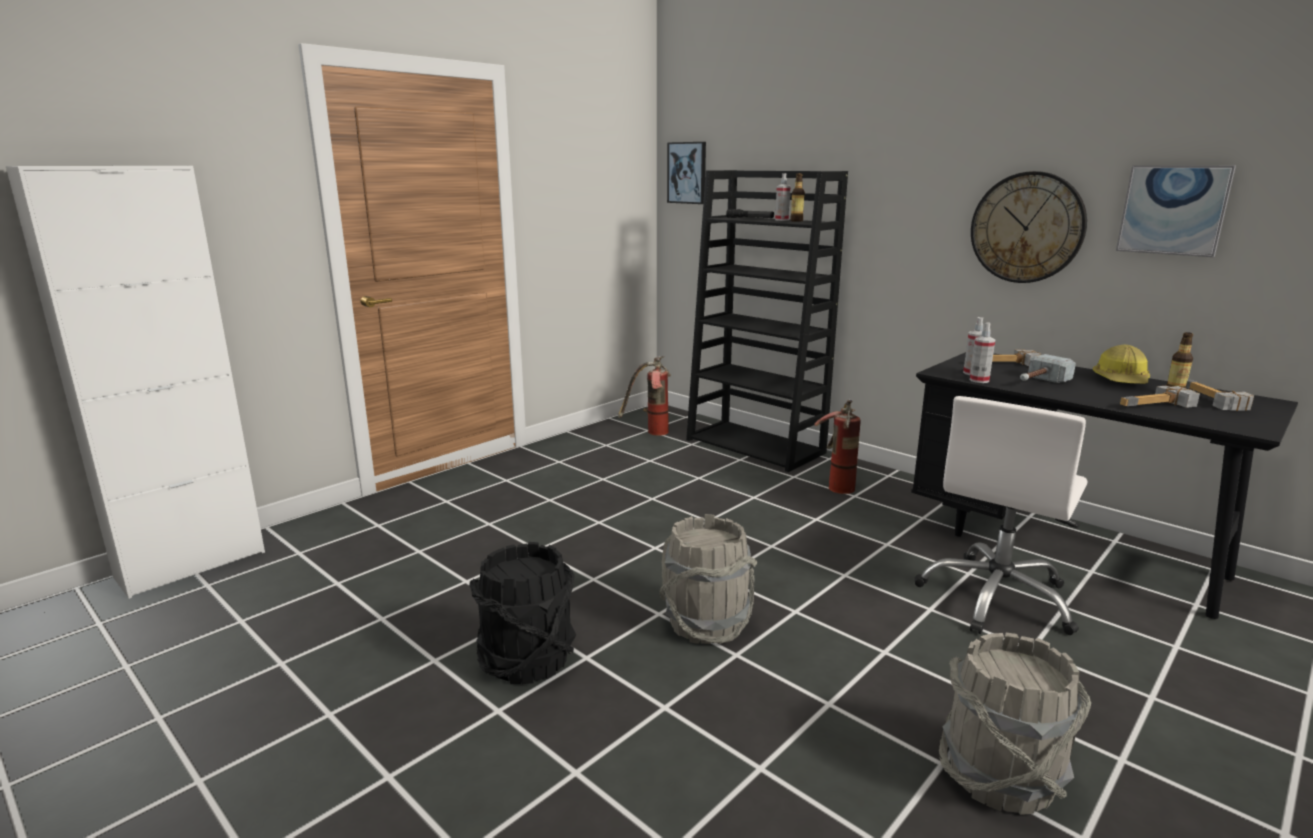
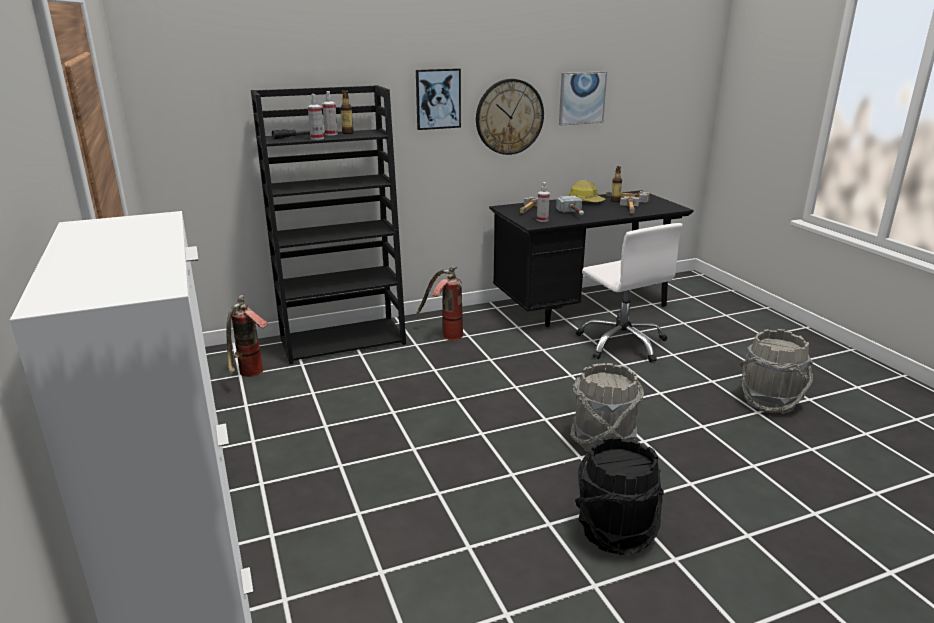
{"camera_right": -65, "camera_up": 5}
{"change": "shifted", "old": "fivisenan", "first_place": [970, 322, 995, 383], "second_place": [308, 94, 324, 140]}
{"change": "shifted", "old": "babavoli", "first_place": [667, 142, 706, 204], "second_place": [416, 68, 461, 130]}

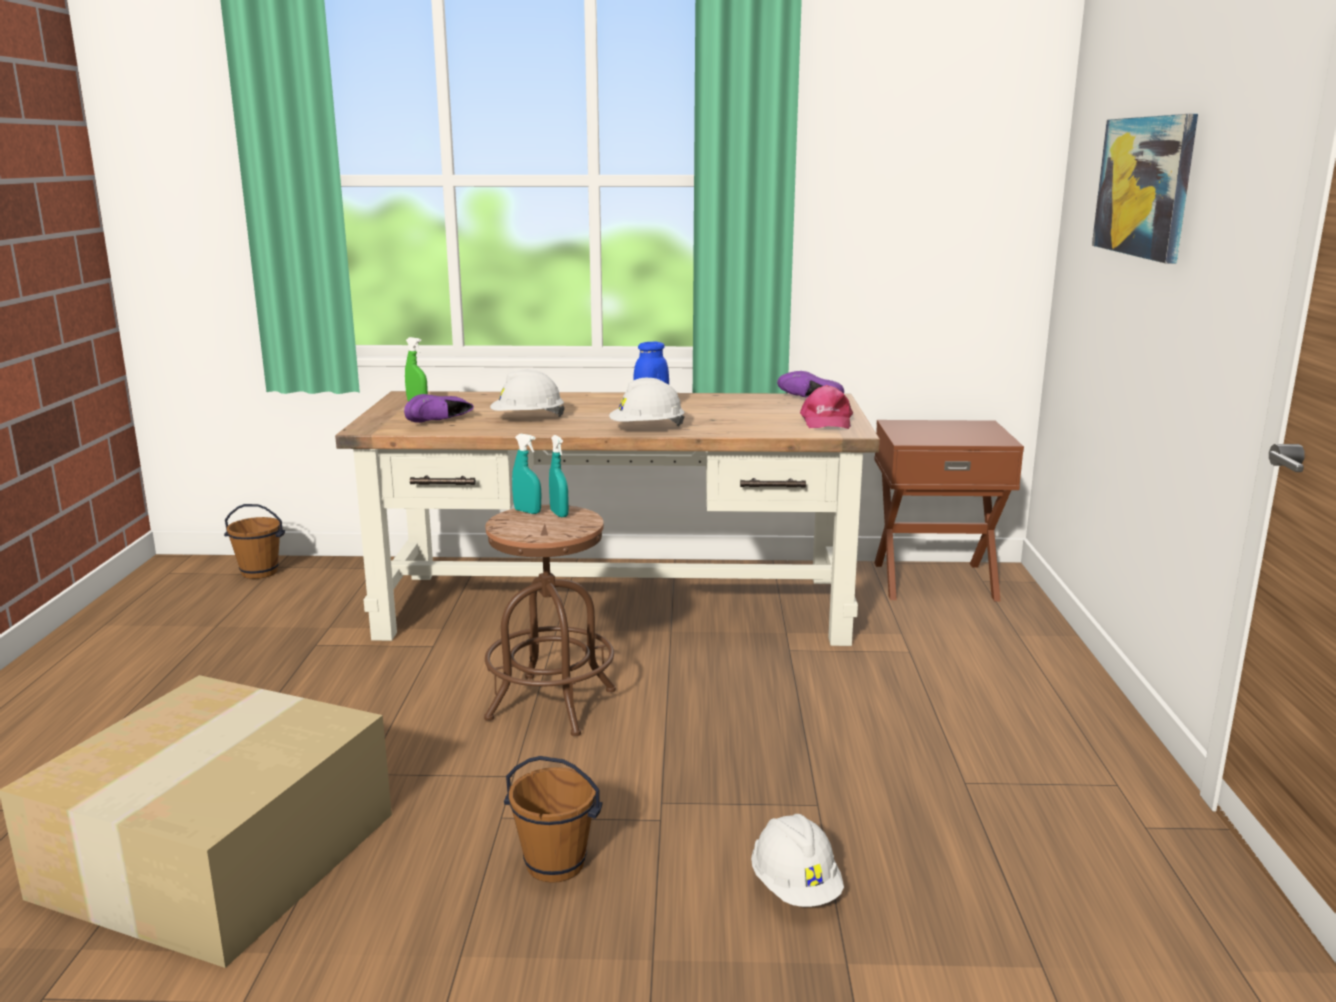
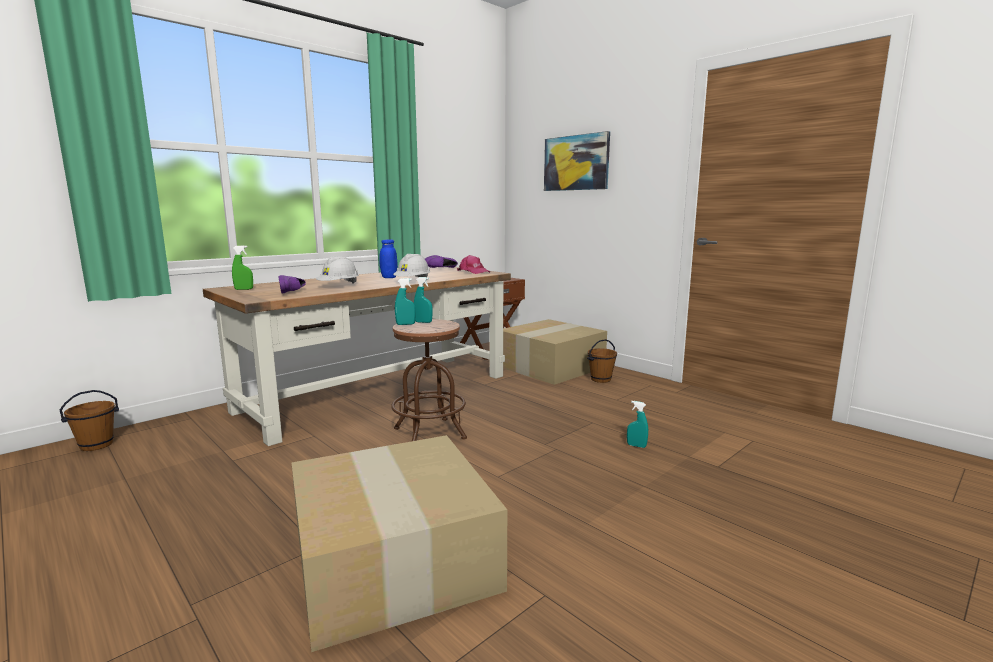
{"camera_right": -45, "camera_up": -5}
{"change": "new", "new": "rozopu", "second_place": [503, 319, 607, 385]}
{"change": "shifted", "old": "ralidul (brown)", "first_place": [504, 756, 603, 883], "second_place": [587, 339, 617, 383]}
{"change": "swapped", "old": "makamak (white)", "new": "fivisenan (turquoise)", "first_place": [751, 814, 844, 907], "second_place": [627, 401, 648, 448]}

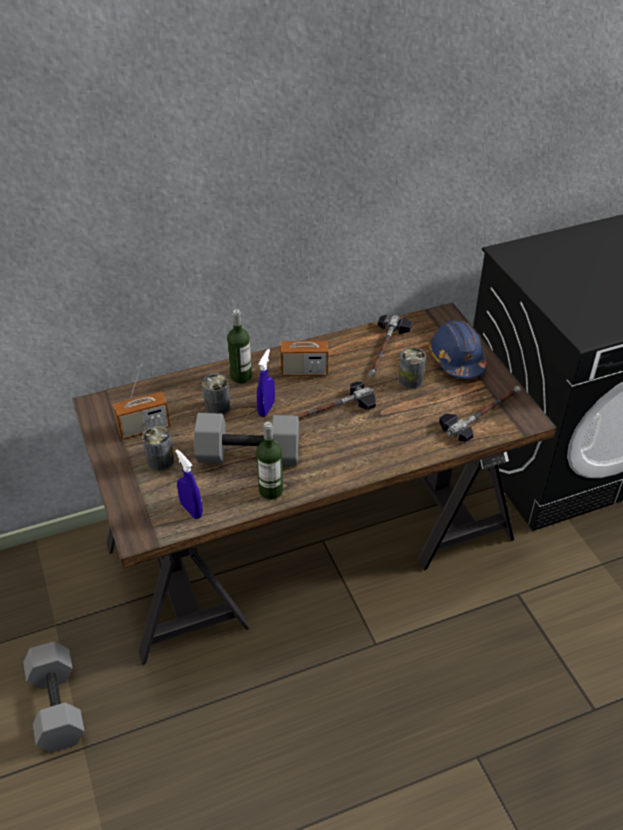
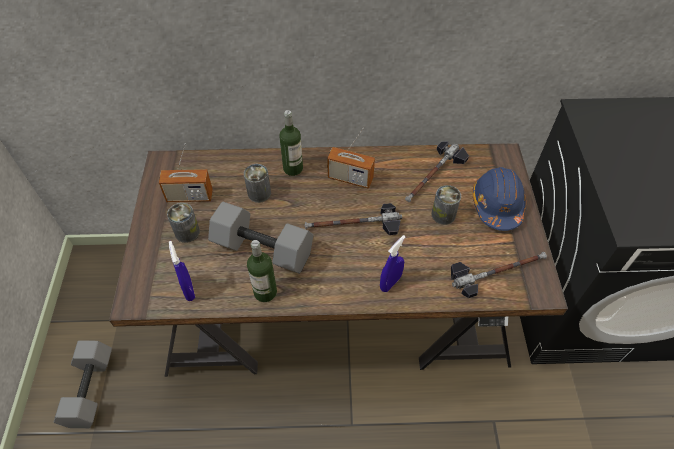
{"camera_right": 20, "camera_up": 10}
{"change": "shifted", "old": "fivisenan (blue)", "first_place": [257, 349, 275, 417], "second_place": [380, 235, 406, 292]}

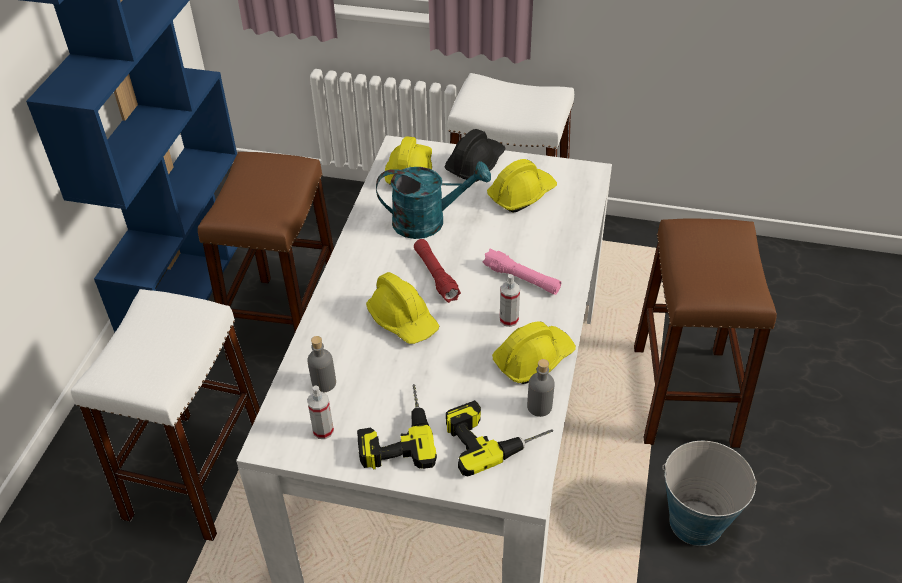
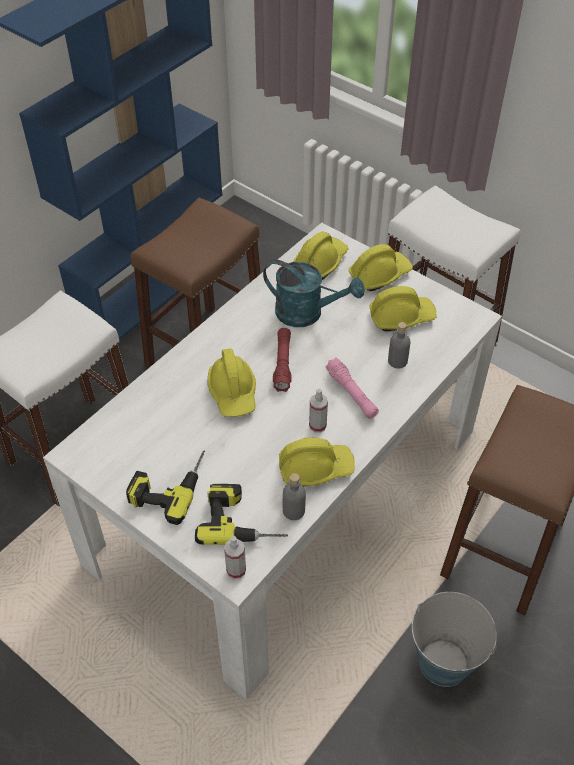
{"camera_right": 25, "camera_up": 5}
{"change": "shifted", "old": "fivisenan", "first_place": [307, 385, 334, 439], "second_place": [224, 536, 246, 579]}
{"change": "repainted", "old": "makamak (black)", "new": "makamak (yellow)", "first_place": [445, 129, 506, 182], "second_place": [349, 244, 413, 291]}
{"change": "shifted", "old": "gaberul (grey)", "first_place": [307, 336, 336, 392], "second_place": [388, 322, 410, 369]}

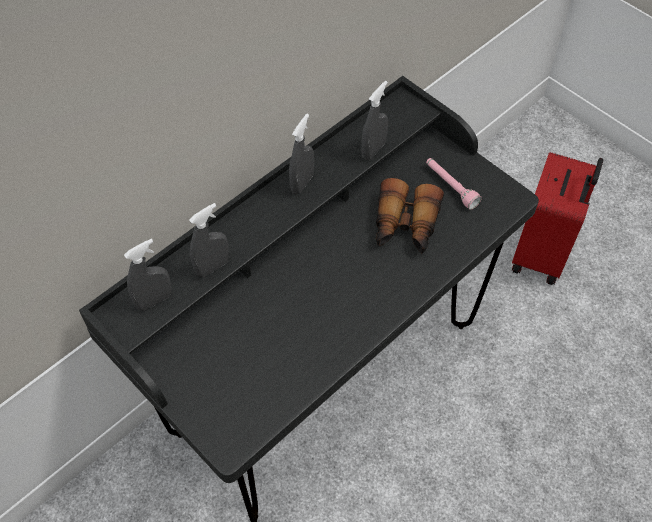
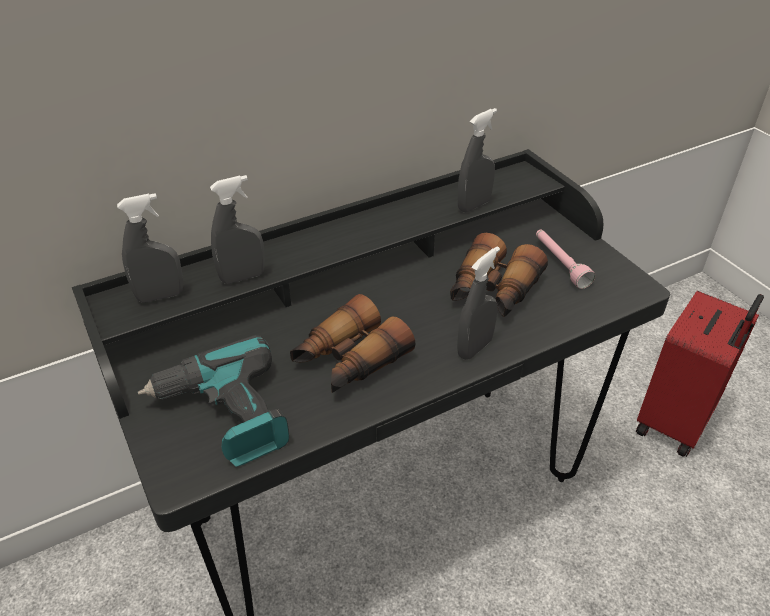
{"camera_right": 15, "camera_up": -15}
{"change": "new", "new": "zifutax", "second_place": [138, 335, 289, 467]}
{"change": "new", "new": "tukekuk", "second_place": [290, 294, 415, 393]}
{"change": "shifted", "old": "fivisenan (grey)", "first_place": [289, 114, 314, 194], "second_place": [457, 246, 500, 360]}

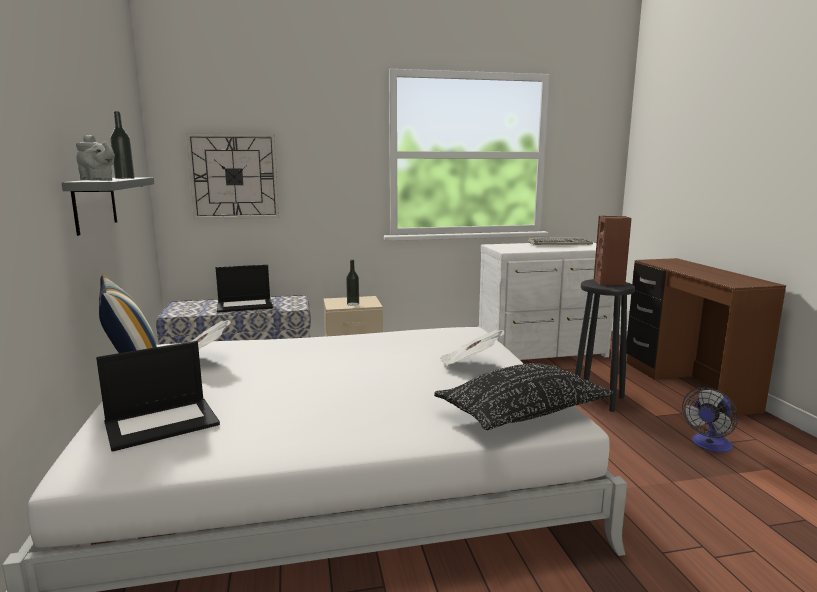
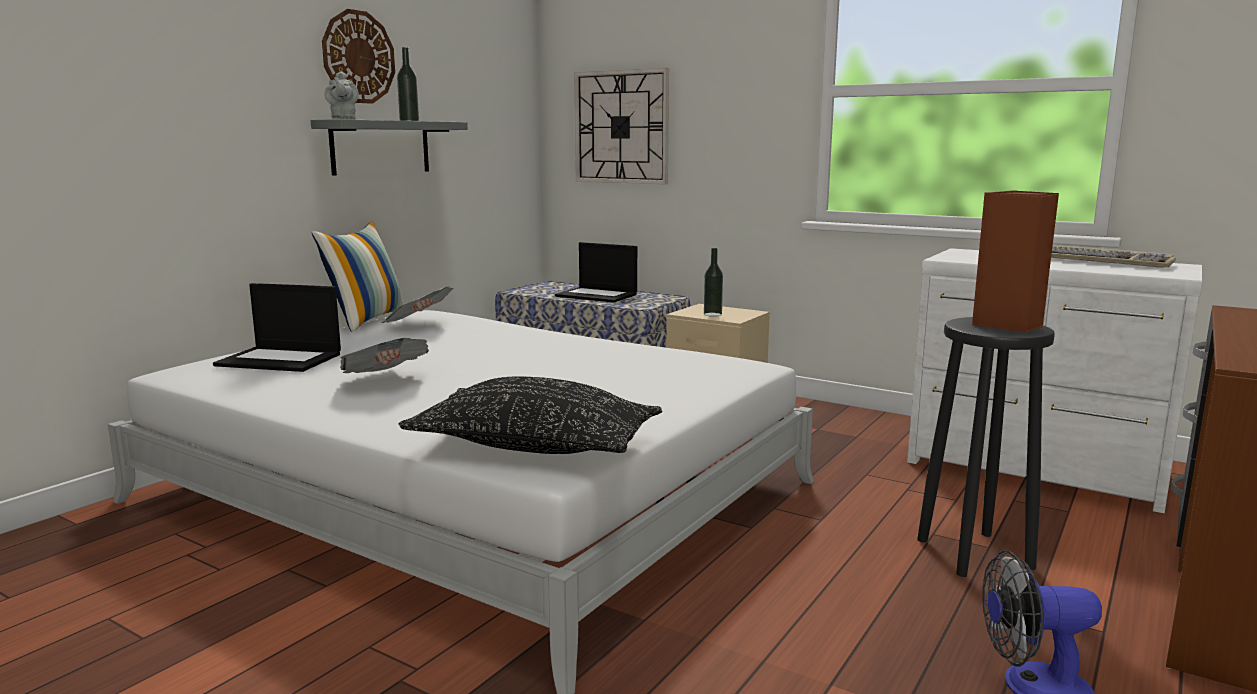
{"camera_right": 45, "camera_up": 0}
{"change": "new", "new": "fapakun", "second_place": [322, 9, 395, 104]}
{"change": "shifted", "old": "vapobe", "first_place": [440, 330, 505, 367], "second_place": [340, 338, 429, 373]}

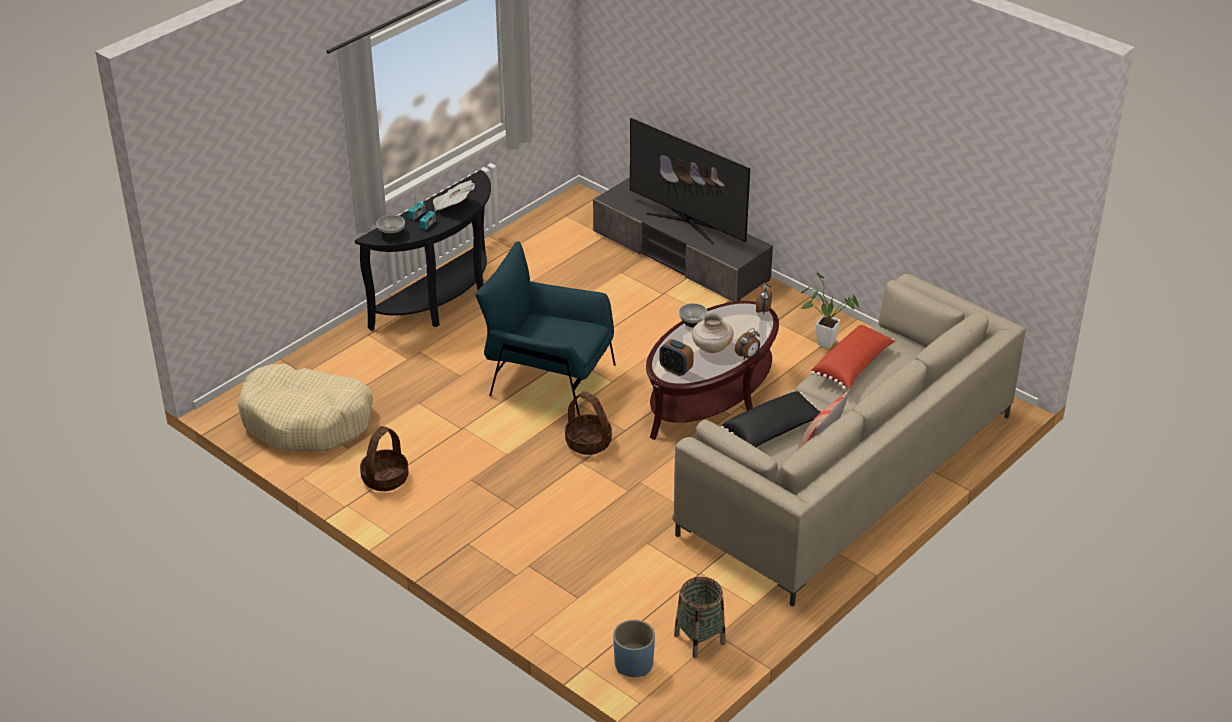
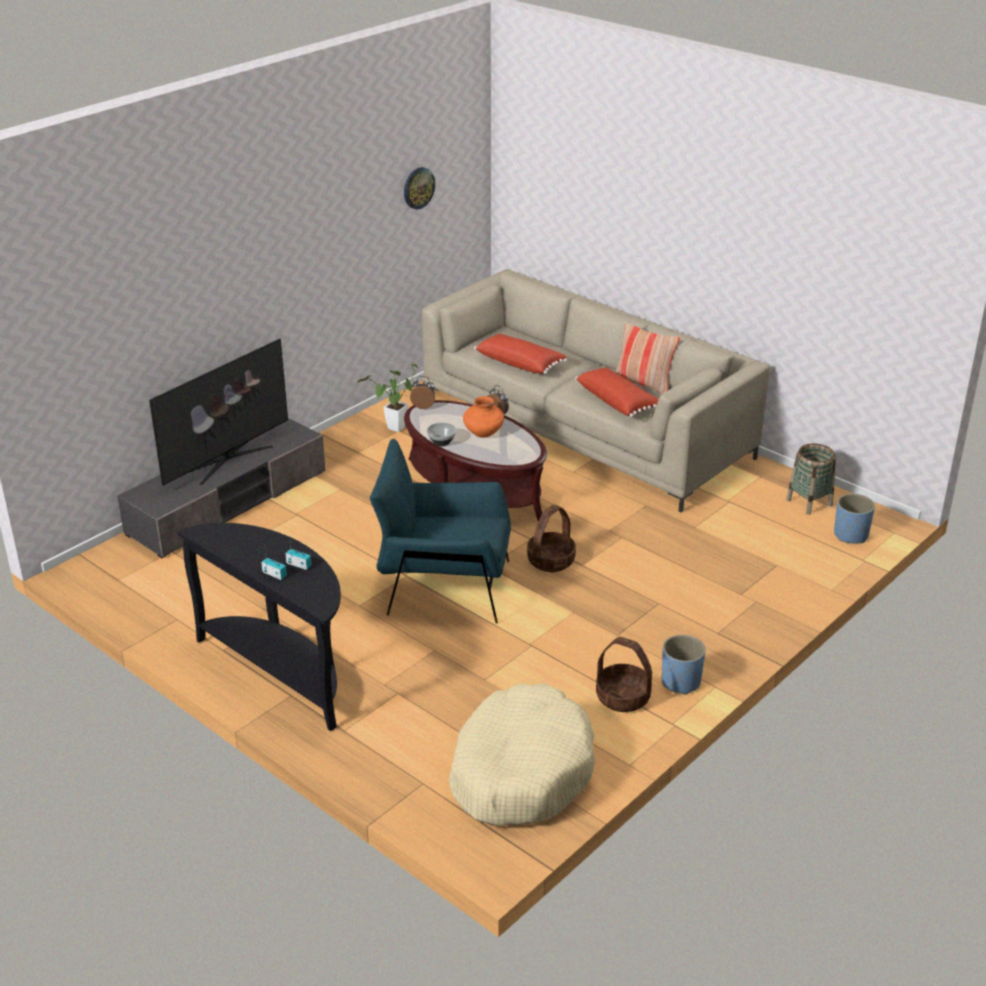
{"camera_right": -90, "camera_up": -5}
{"change": "rotated", "old": "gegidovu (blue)", "first_place": [475, 241, 616, 416], "second_place": [370, 439, 511, 624], "degrees": 75}
{"change": "new", "new": "fapakun", "second_place": [404, 167, 435, 209]}
{"change": "repainted", "old": "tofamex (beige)", "new": "tofamex (orange)", "first_place": [692, 313, 734, 353], "second_place": [463, 396, 504, 437]}
{"change": "repainted", "old": "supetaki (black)", "new": "supetaki (red)", "first_place": [721, 391, 820, 447], "second_place": [575, 368, 659, 417]}
{"change": "new", "new": "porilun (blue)", "second_place": [662, 635, 706, 695]}
{"change": "gone", "old": "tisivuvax", "first_place": [377, 215, 405, 238]}
{"change": "gone", "old": "vapobe", "first_place": [433, 180, 475, 211]}
{"change": "gone", "old": "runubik", "first_place": [659, 339, 694, 376]}

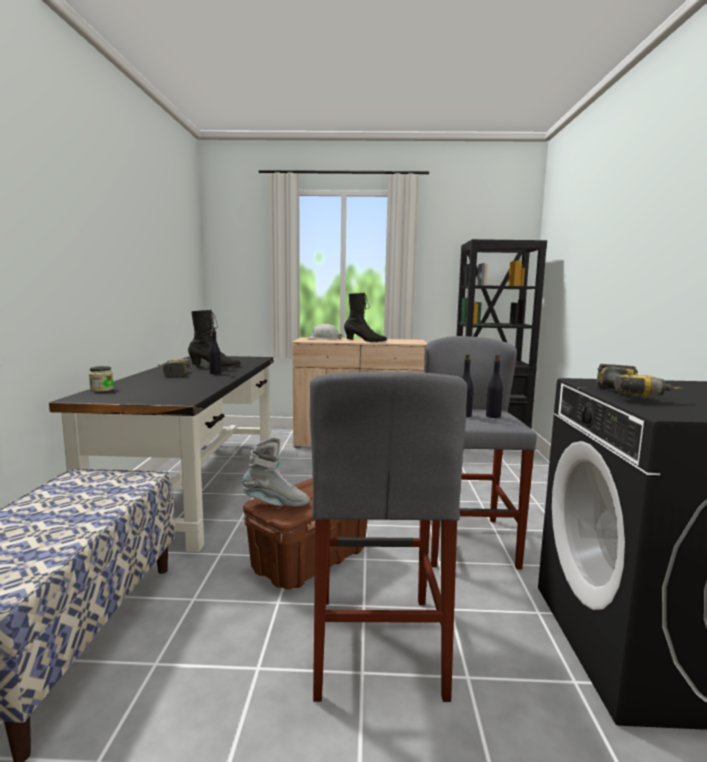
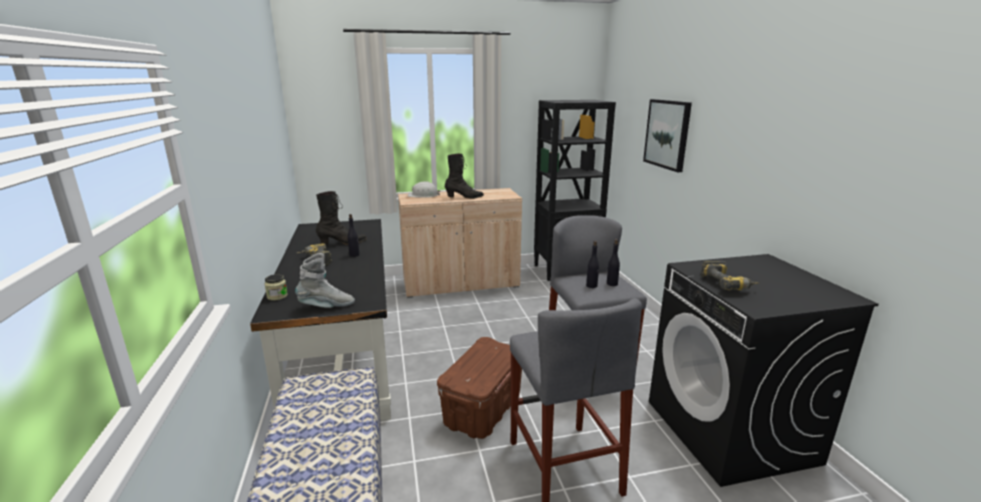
{"camera_right": -15, "camera_up": 10}
{"change": "shifted", "old": "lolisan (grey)", "first_place": [242, 437, 310, 507], "second_place": [295, 253, 355, 308]}
{"change": "new", "new": "babavoli", "second_place": [643, 99, 692, 172]}

